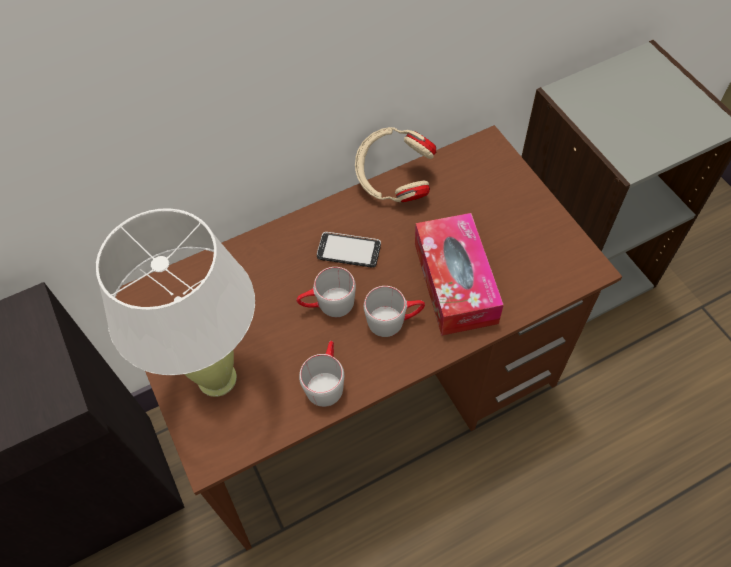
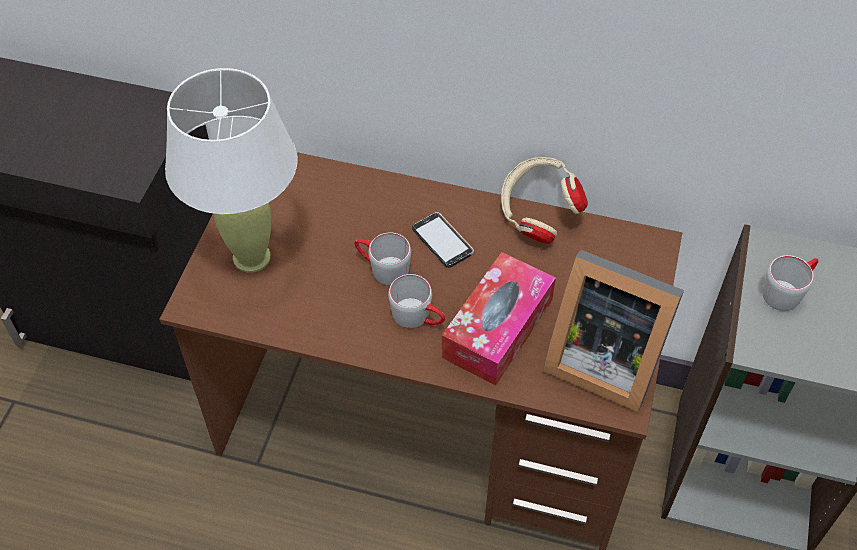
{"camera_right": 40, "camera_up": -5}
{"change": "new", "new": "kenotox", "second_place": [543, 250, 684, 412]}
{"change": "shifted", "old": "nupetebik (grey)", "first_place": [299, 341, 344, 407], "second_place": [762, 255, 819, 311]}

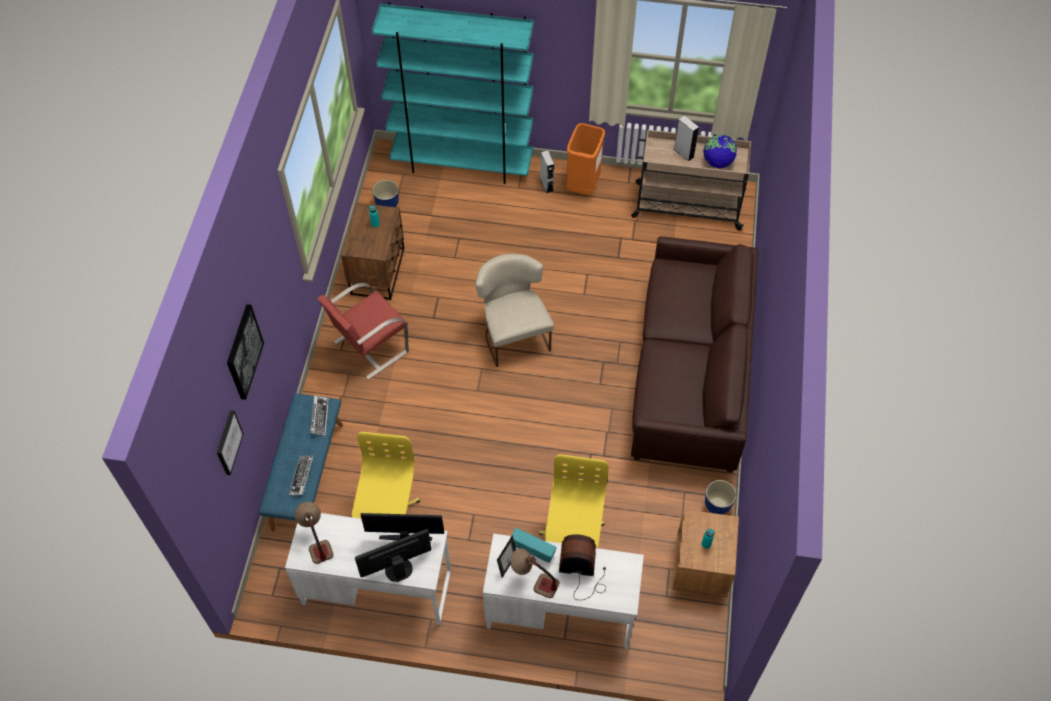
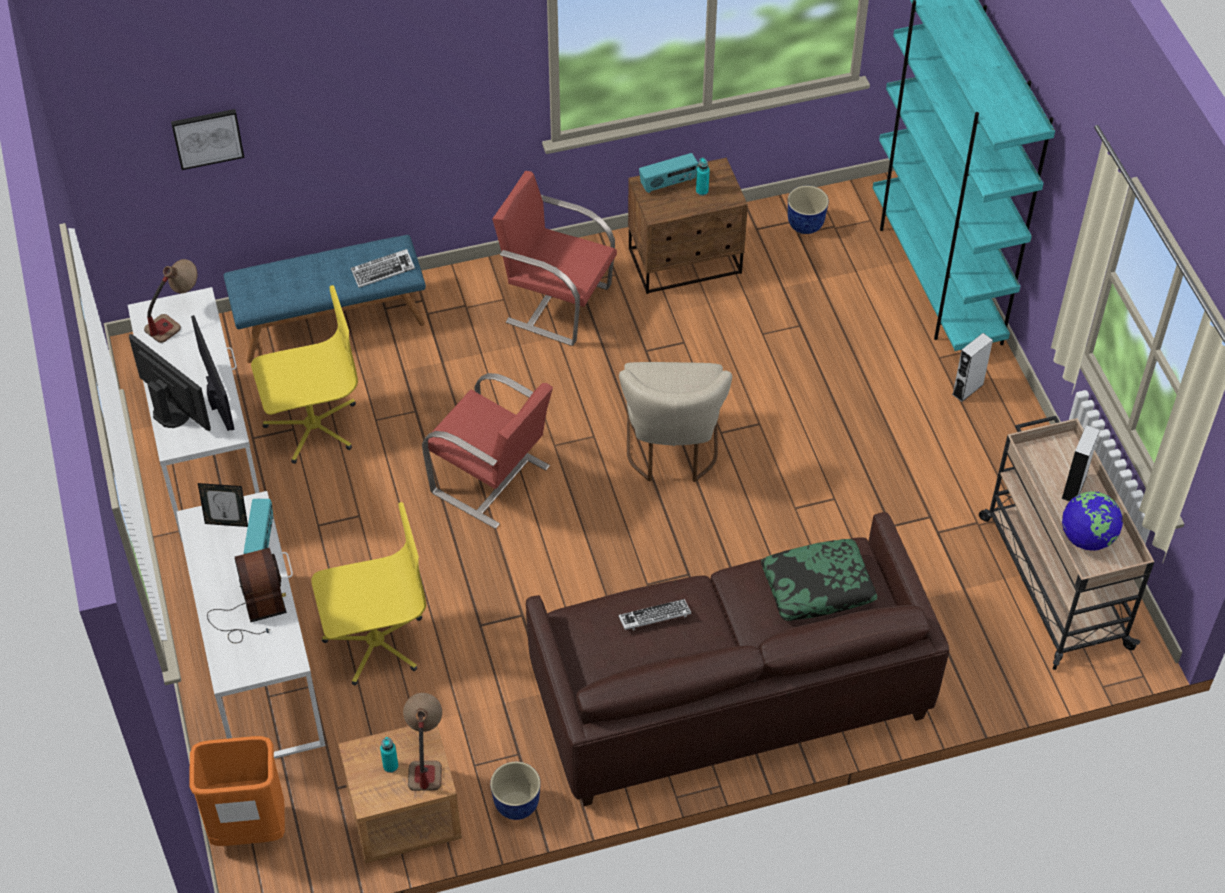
{"camera_right": 65, "camera_up": -5}
{"change": "shifted", "old": "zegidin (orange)", "first_place": [566, 123, 605, 195], "second_place": [189, 736, 285, 846]}
{"change": "shifted", "old": "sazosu", "first_place": [510, 548, 559, 598], "second_place": [403, 693, 442, 791]}
{"change": "new", "new": "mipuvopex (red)", "second_place": [422, 373, 553, 529]}
{"change": "shifted", "old": "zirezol", "first_place": [289, 455, 313, 495], "second_place": [618, 599, 692, 631]}
{"change": "rotated", "old": "mipuvopex (beige)", "first_place": [475, 254, 554, 367], "second_place": [619, 362, 732, 482], "degrees": 135}
{"change": "new", "new": "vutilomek", "second_place": [639, 153, 698, 193]}
{"change": "new", "new": "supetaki", "second_place": [761, 539, 877, 621]}
{"change": "gone", "old": "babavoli", "first_place": [227, 304, 264, 400]}

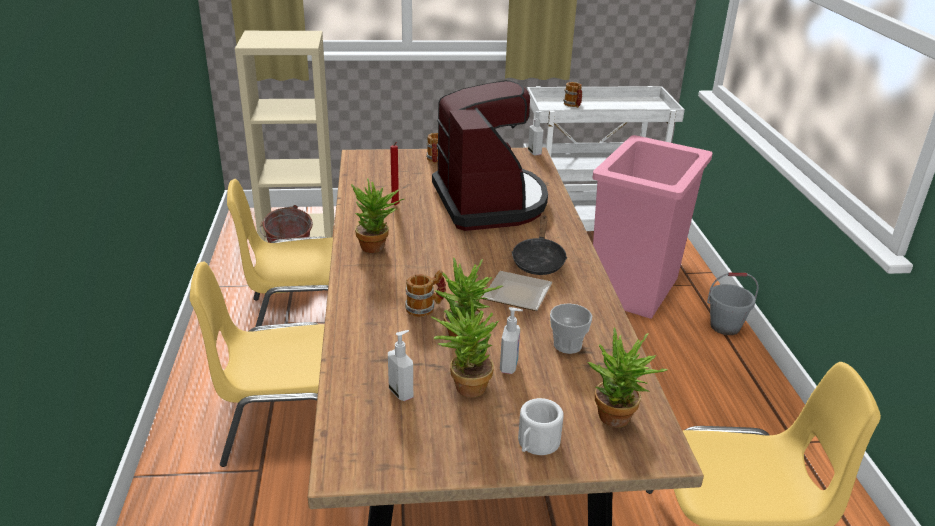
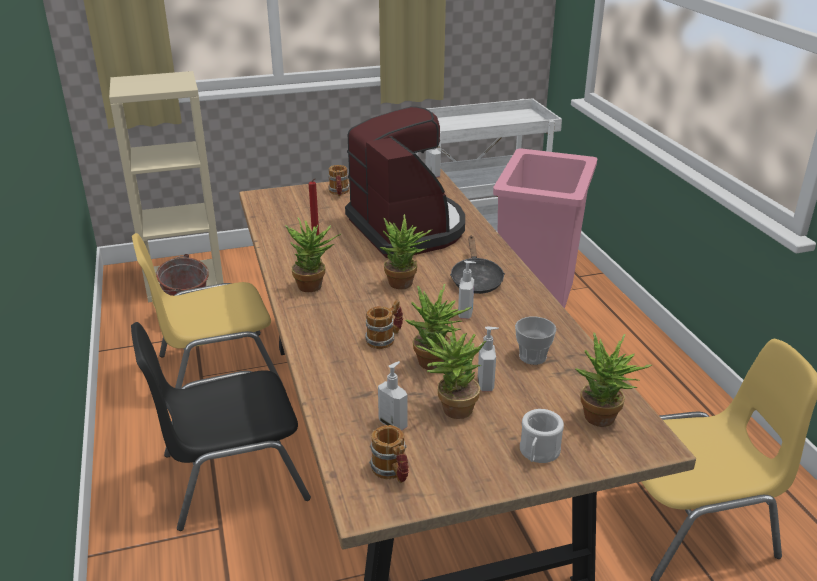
{"camera_right": -10, "camera_up": 0}
{"change": "repainted", "old": "mipuvopex (yellow)", "new": "mipuvopex (black)", "first_place": [190, 261, 325, 467], "second_place": [131, 322, 311, 531]}
{"change": "shifted", "old": "nupetebik", "first_place": [563, 82, 582, 108], "second_place": [369, 425, 409, 483]}
{"change": "new", "new": "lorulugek", "second_place": [380, 214, 432, 289]}
{"change": "swapped", "old": "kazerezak", "new": "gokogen", "first_place": [482, 271, 552, 311], "second_place": [458, 261, 476, 319]}
{"change": "gone", "old": "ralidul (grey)", "first_place": [707, 273, 758, 335]}

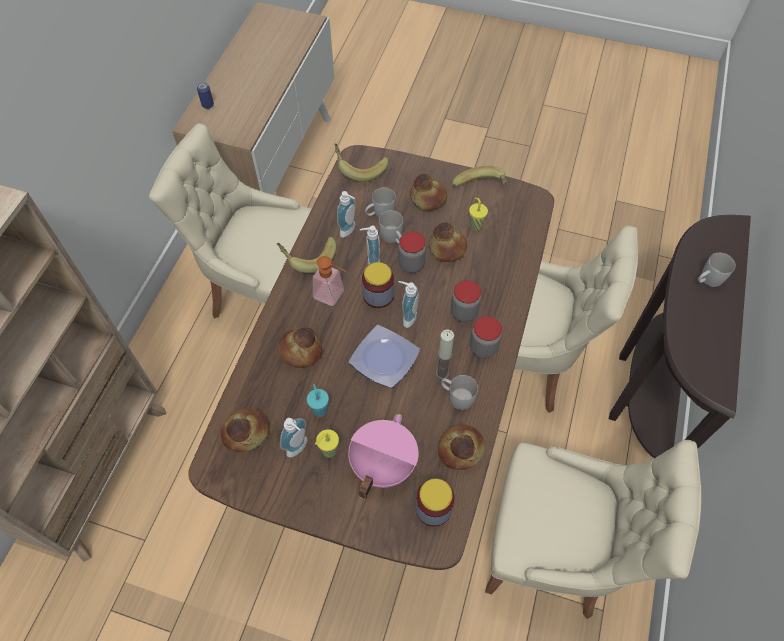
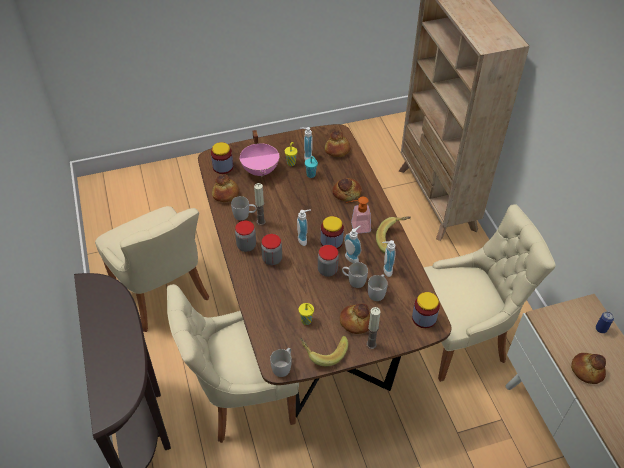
{"camera_right": 145, "camera_up": -10}
{"change": "rotated", "old": "mipuvopex (beige)", "first_place": [485, 440, 701, 619], "second_place": [95, 206, 209, 332], "degrees": -105}
{"change": "shifted", "old": "nupetebik (white)", "first_place": [698, 253, 735, 287], "second_place": [270, 348, 292, 377]}
{"change": "new", "new": "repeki", "second_place": [366, 307, 380, 349]}
{"change": "swapped", "old": "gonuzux", "new": "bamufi", "first_place": [334, 144, 388, 182], "second_place": [412, 292, 440, 328]}
{"change": "shifted", "old": "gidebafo", "first_place": [429, 222, 467, 262], "second_place": [571, 353, 606, 384]}
{"change": "gone", "old": "kazerezak", "first_place": [349, 325, 420, 388]}

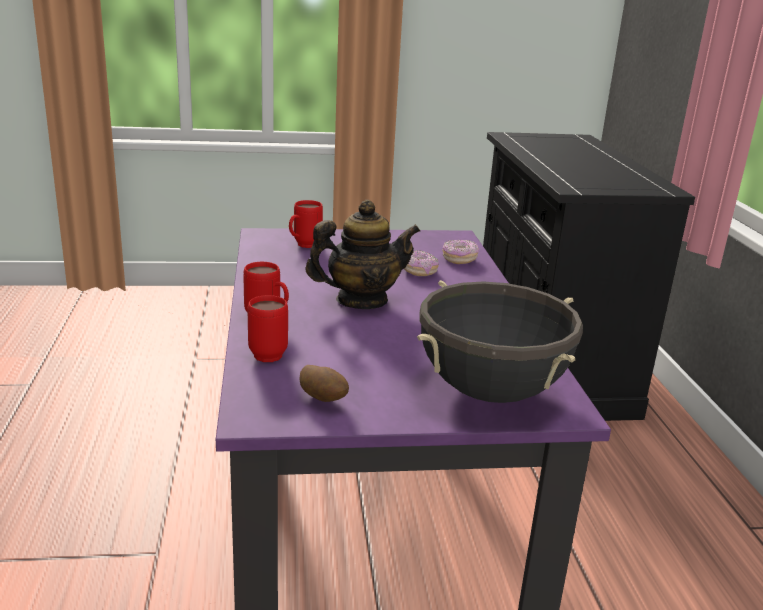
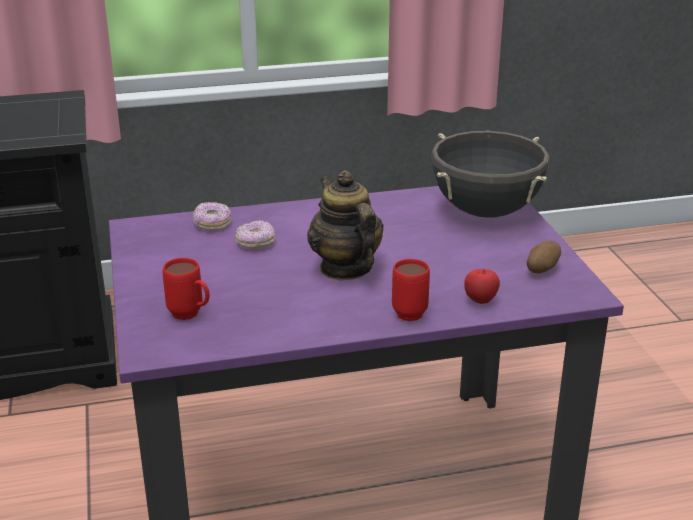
{"camera_right": -95, "camera_up": 5}
{"change": "swapped", "old": "nupetebik (red)", "new": "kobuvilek", "first_place": [248, 295, 288, 362], "second_place": [464, 269, 500, 304]}

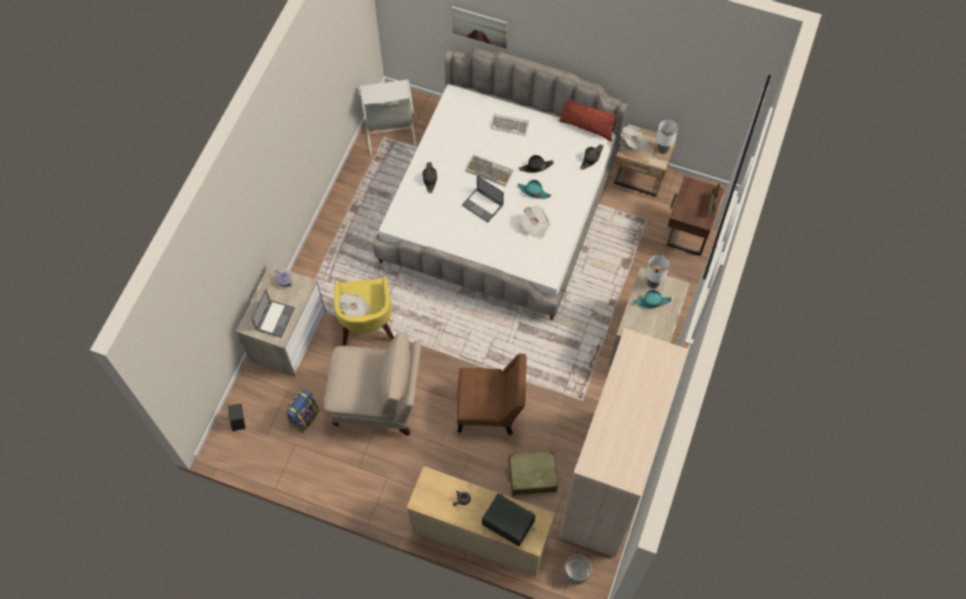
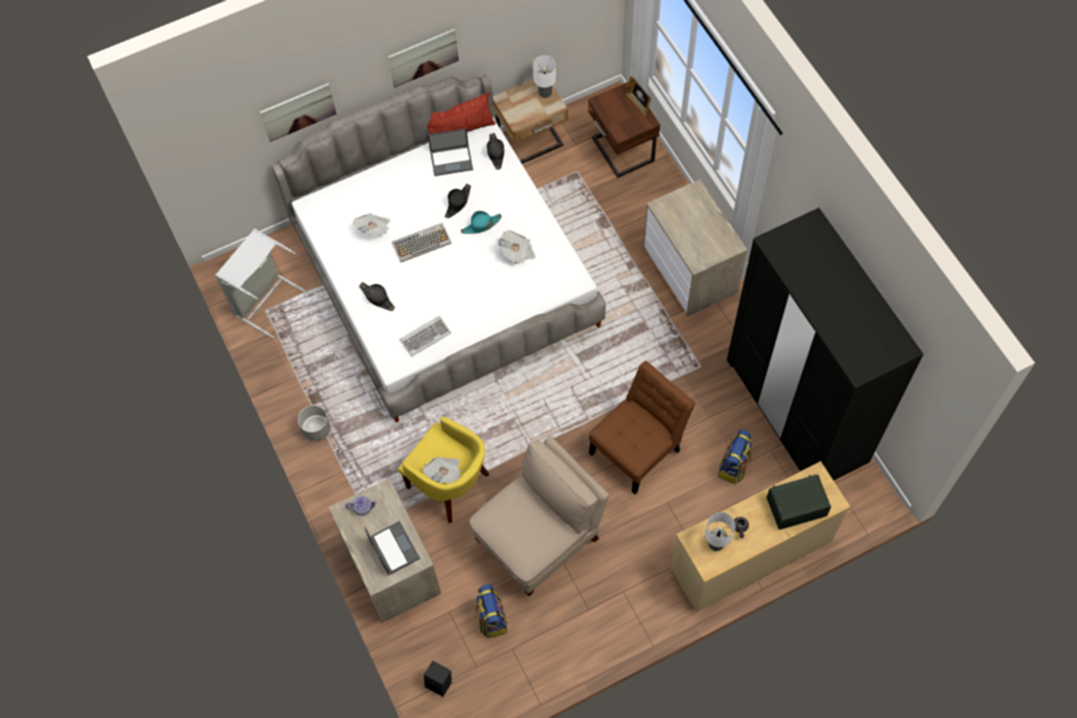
{"camera_right": -45, "camera_up": 0}
{"change": "shifted", "old": "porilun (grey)", "first_place": [564, 554, 591, 585], "second_place": [298, 405, 331, 441]}
{"change": "shifted", "old": "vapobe", "first_place": [621, 126, 649, 150], "second_place": [353, 213, 390, 236]}
{"change": "new", "new": "babavoli", "second_place": [388, 29, 459, 88]}
{"change": "shifted", "old": "zirezol", "first_place": [491, 114, 529, 136], "second_place": [400, 316, 451, 356]}
{"change": "shifted", "old": "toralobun", "first_place": [462, 175, 504, 223], "second_place": [428, 128, 473, 176]}
{"change": "shifted", "old": "sazosu", "first_place": [646, 255, 669, 289], "second_place": [705, 512, 735, 551]}
{"change": "swapped", "old": "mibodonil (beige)", "new": "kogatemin", "first_place": [506, 451, 558, 495], "second_place": [718, 429, 753, 484]}
{"change": "repainted", "old": "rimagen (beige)", "new": "rimagen (black)", "first_place": [559, 328, 688, 557], "second_place": [727, 208, 924, 481]}
{"change": "gone", "old": "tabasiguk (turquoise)", "first_place": [633, 290, 672, 308]}

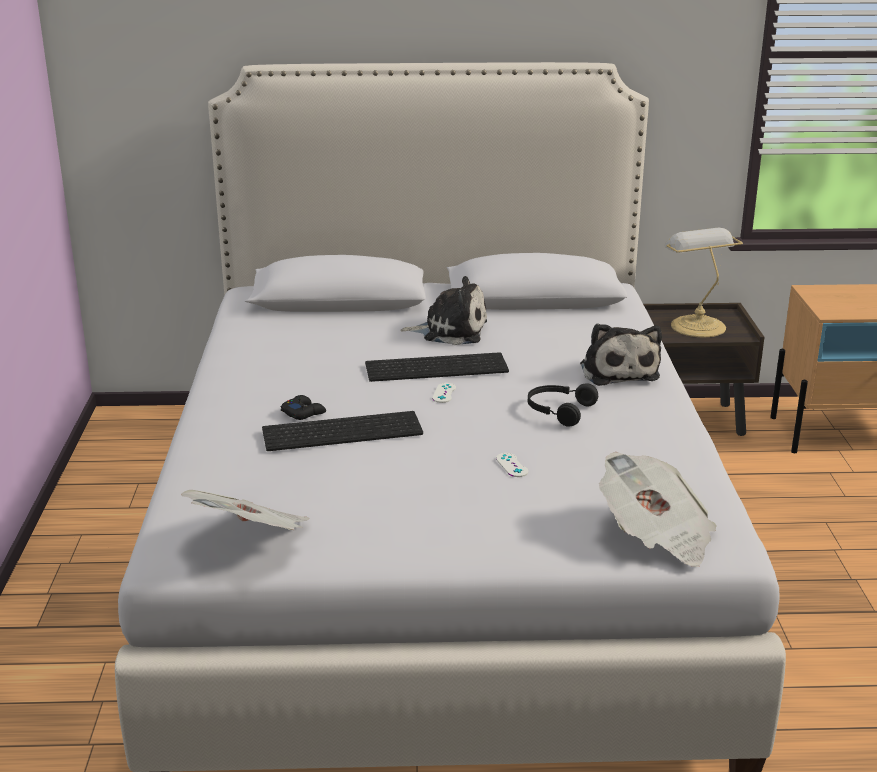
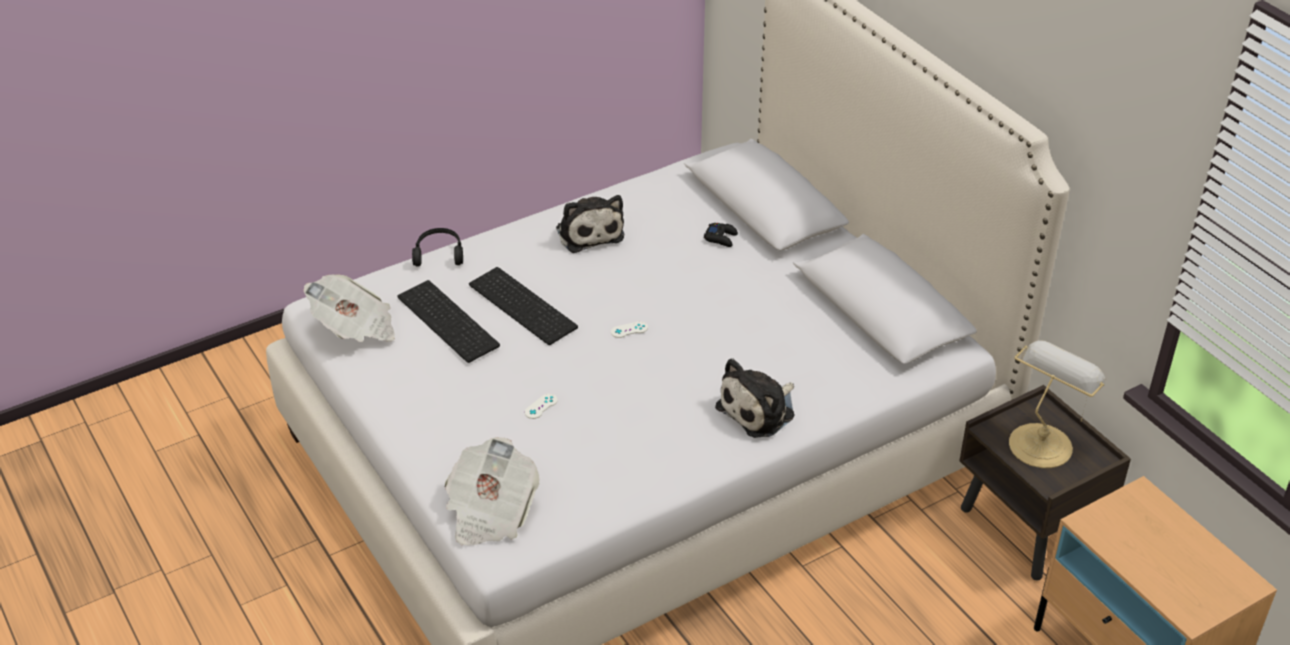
{"camera_right": 60, "camera_up": 15}
{"change": "shifted", "old": "zirezol", "first_place": [365, 352, 509, 382], "second_place": [398, 280, 500, 363]}
{"change": "shifted", "old": "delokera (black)", "first_place": [528, 384, 598, 426], "second_place": [412, 228, 463, 267]}
{"change": "shifted", "old": "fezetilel", "first_place": [400, 276, 487, 345], "second_place": [556, 195, 624, 253]}
{"change": "shifted", "old": "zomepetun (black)", "first_place": [281, 395, 326, 420], "second_place": [704, 223, 738, 247]}

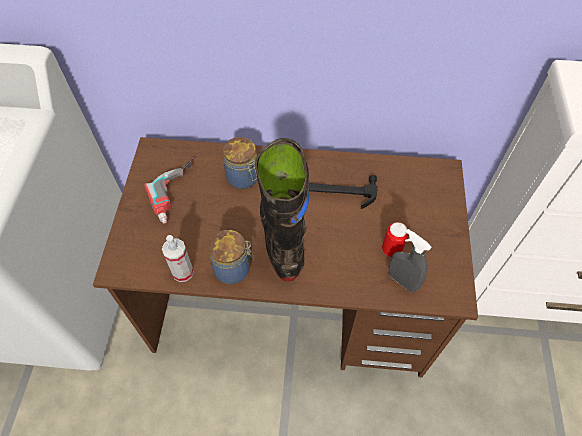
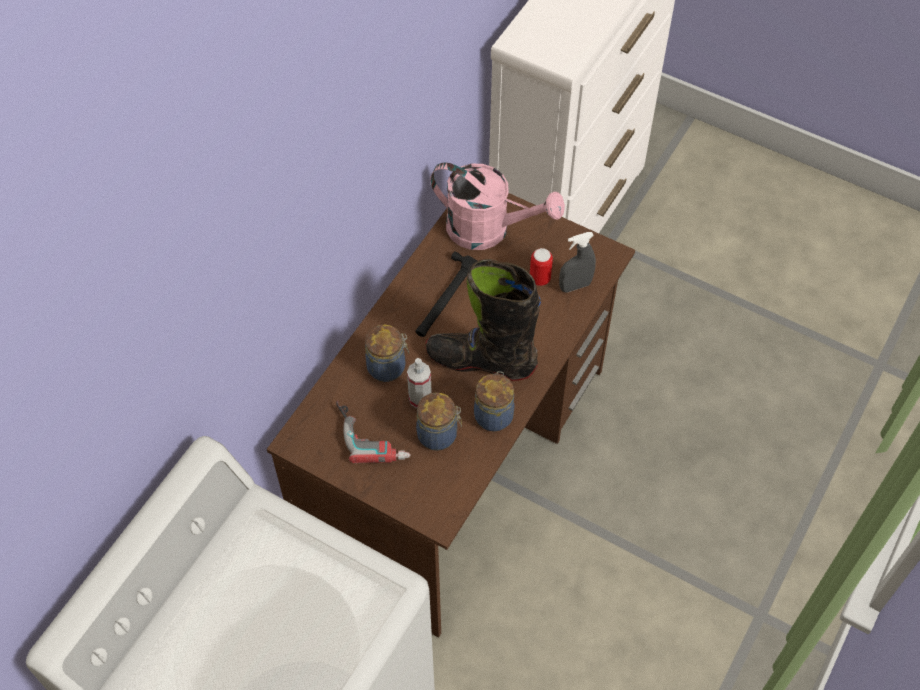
{"camera_right": -65, "camera_up": 0}
{"change": "shifted", "old": "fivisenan", "first_place": [162, 235, 194, 282], "second_place": [407, 358, 432, 409]}
{"change": "new", "new": "bamufi", "second_place": [416, 393, 462, 451]}
{"change": "new", "new": "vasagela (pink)", "second_place": [430, 163, 565, 250]}

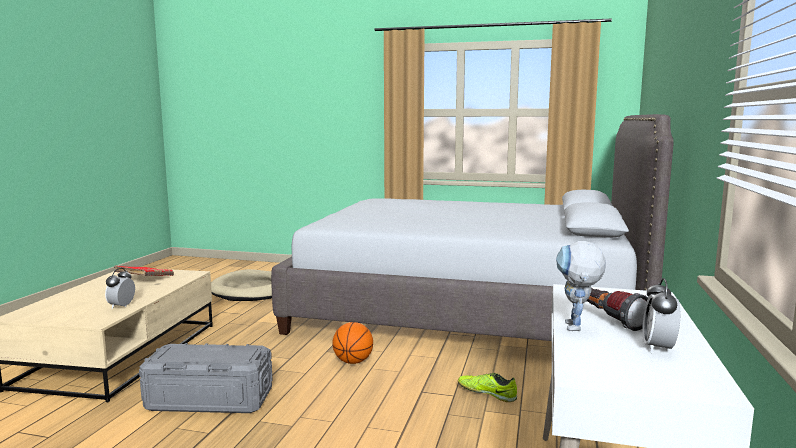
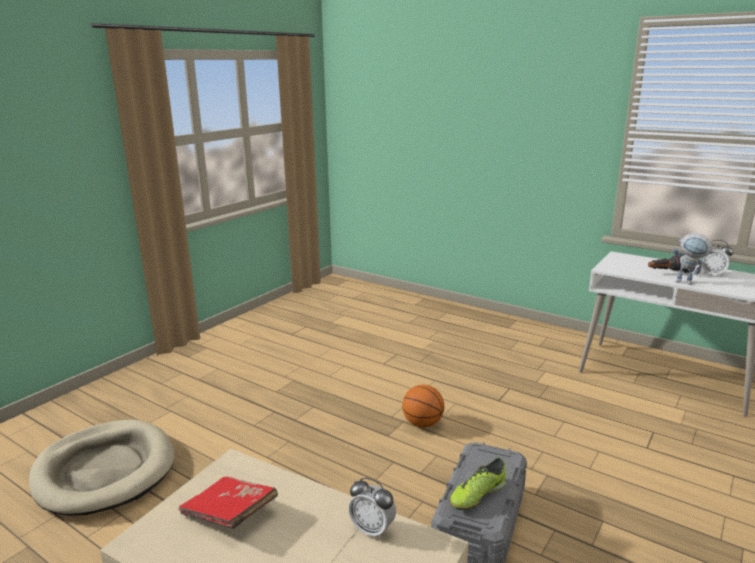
{"camera_right": -70, "camera_up": 10}
{"change": "shifted", "old": "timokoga", "first_place": [458, 373, 517, 402], "second_place": [450, 458, 506, 510]}
{"change": "gone", "old": "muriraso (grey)", "first_place": [271, 114, 674, 341]}

